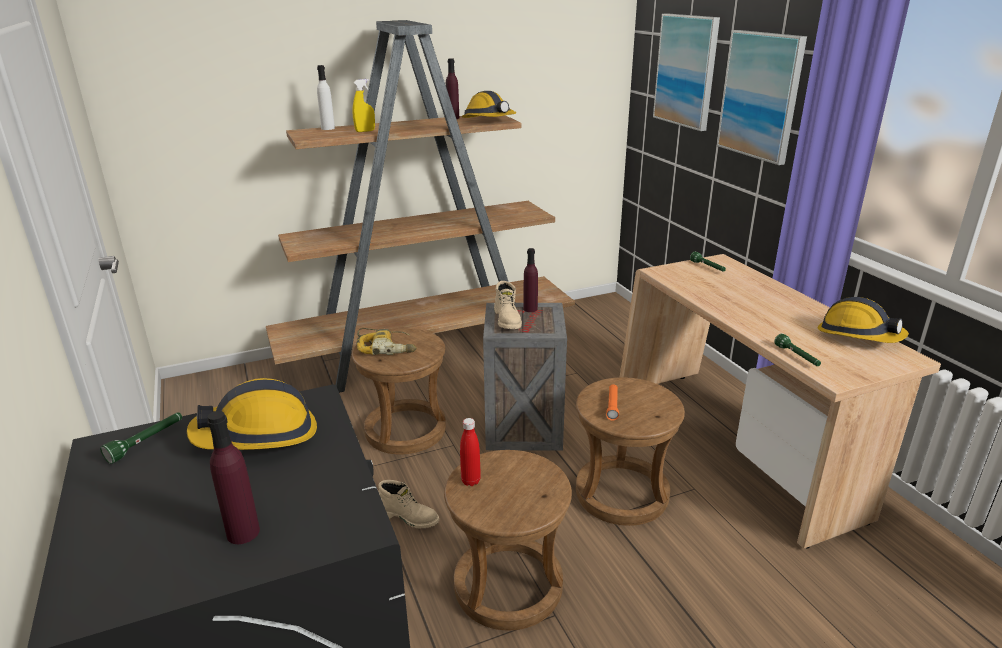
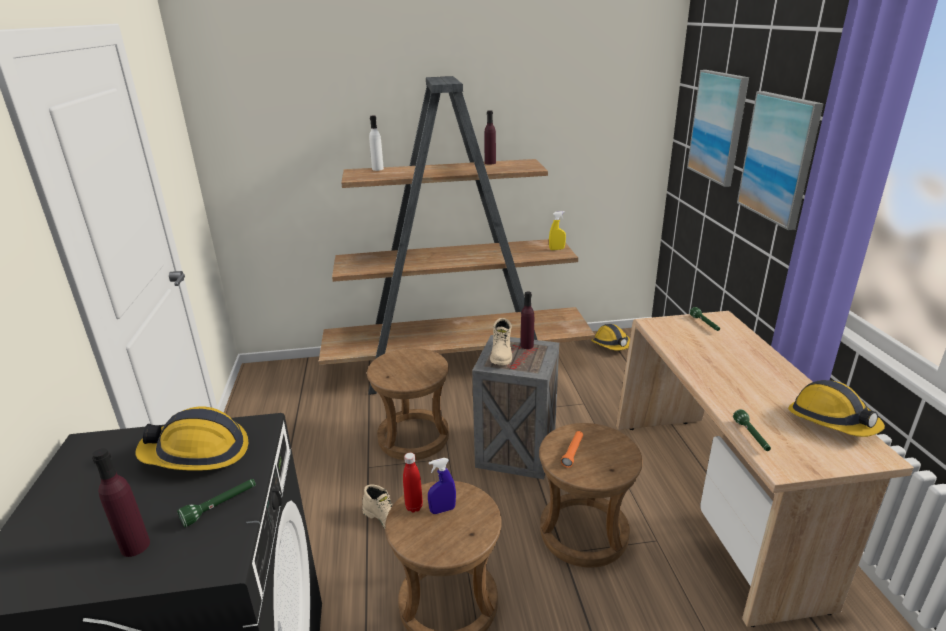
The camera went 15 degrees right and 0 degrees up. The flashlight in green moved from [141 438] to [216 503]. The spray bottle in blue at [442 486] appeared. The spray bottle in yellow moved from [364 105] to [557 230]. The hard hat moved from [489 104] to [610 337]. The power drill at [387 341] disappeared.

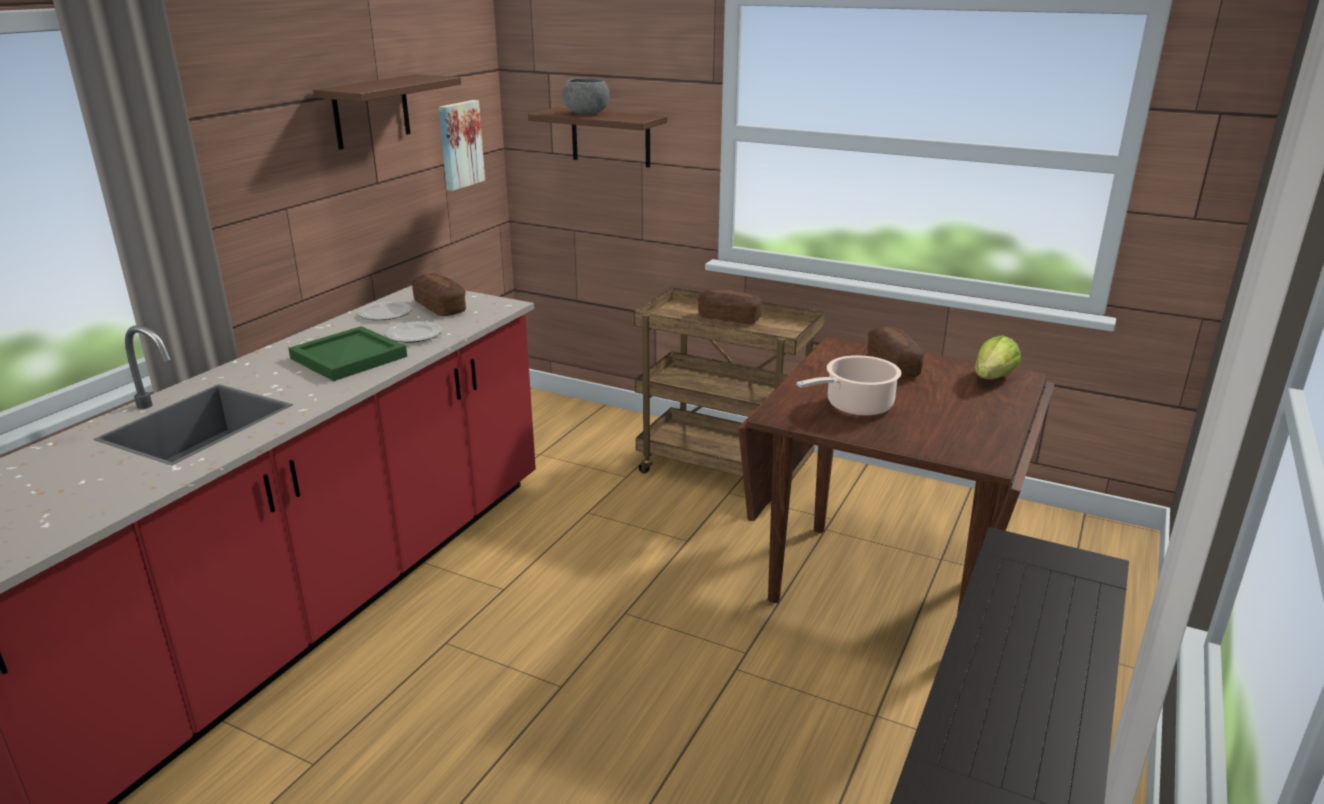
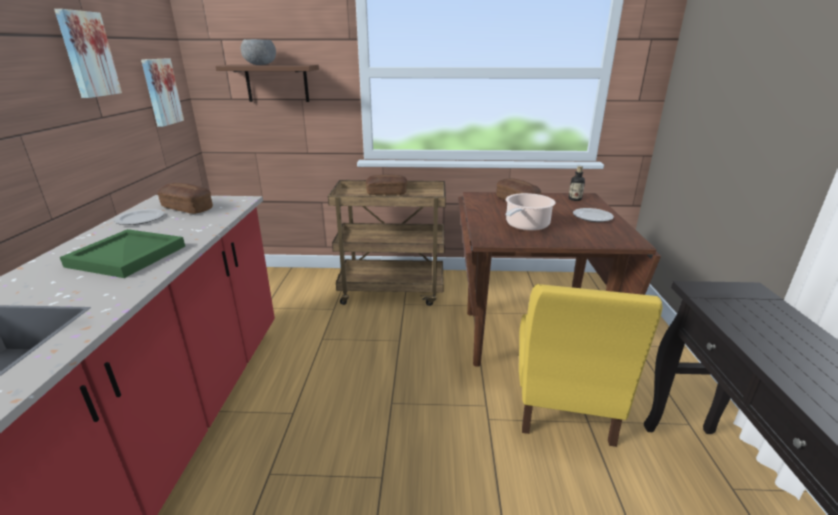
The camera went 25 degrees left and 0 degrees up. The shelf in brown at [387 112] was replaced by the picture at [88 53]. The chair in yellow at [591 365] appeared. The lettuce at [998 357] was replaced by the bottle at [576 183]. The plate moved from [413 332] to [593 215].

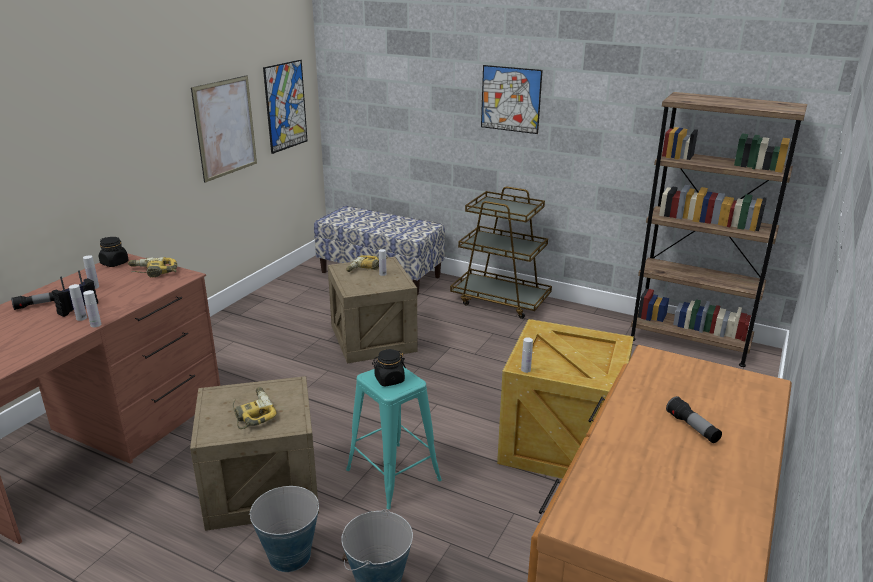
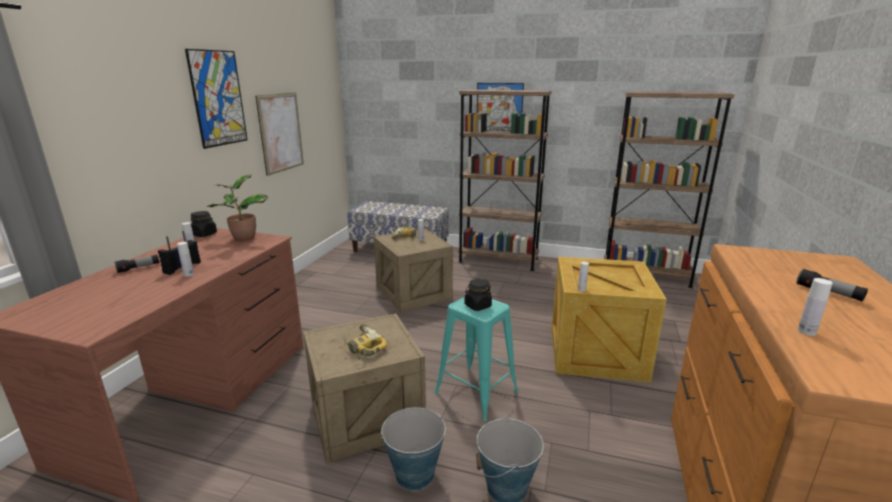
The camera went 10 degrees left and 5 degrees down. The picture moved from [285 107] to [216 99]. The power drill at [152 267] was replaced by the potted plant at [237 208]. The cart in brown at [501 253] was replaced by the bookcase in brown at [505 180]. The bottle in white moved from [92 308] to [815 307].

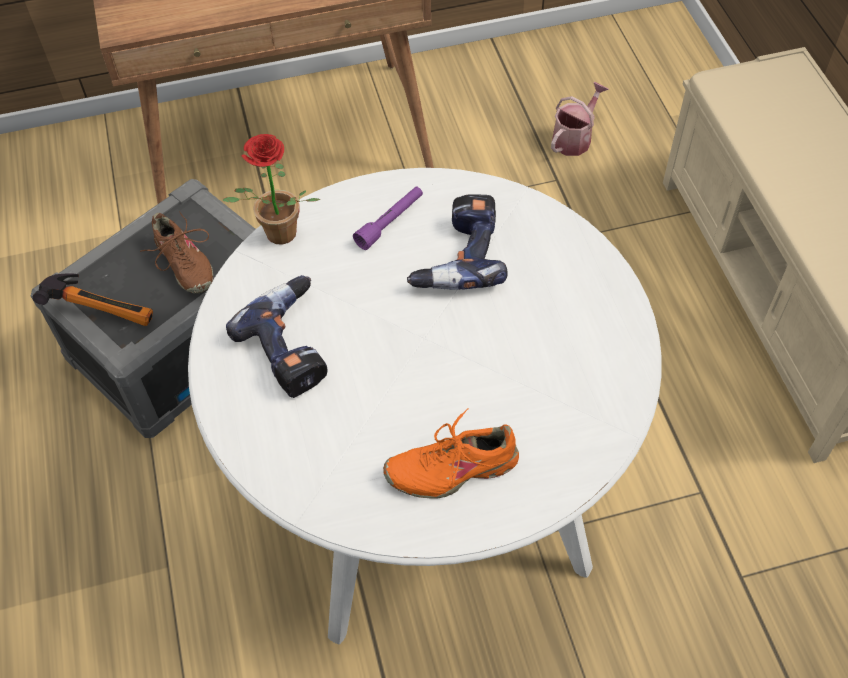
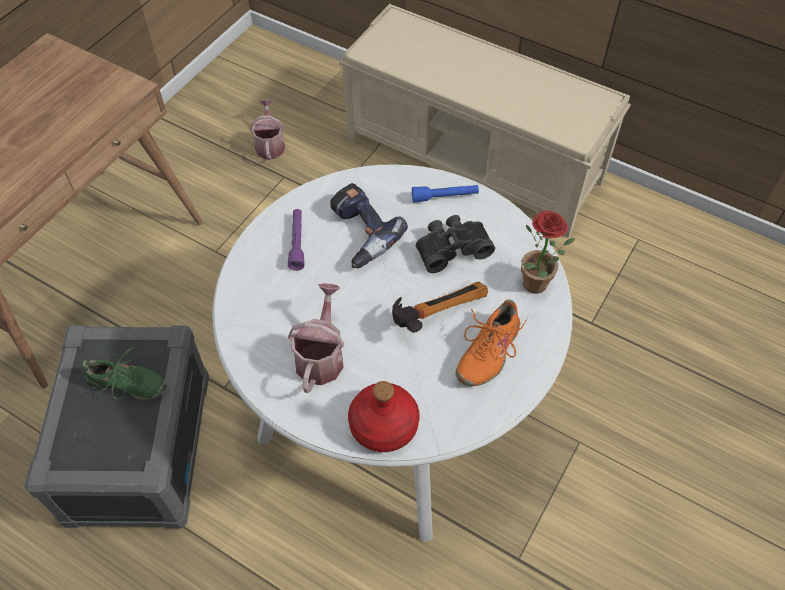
The camera went 45 degrees left and 0 degrees up. The shoe in brown at [176 252] became the shoe in green at [124 373]. The power drill at [277 336] was replaced by the watering can at [316 338]. The bottle in red at [384 416] appeared. The hammer moved from [93 299] to [440 307]. The flashlight in blue at [445 194] appeared. The binoculars in black at [455 244] appeared. The potted plant moved from [271 189] to [548 252].

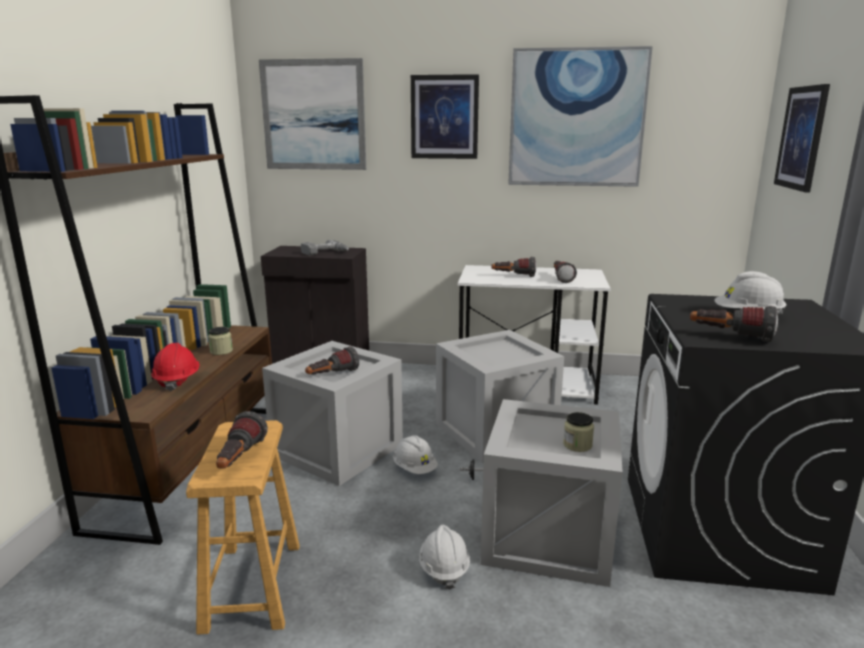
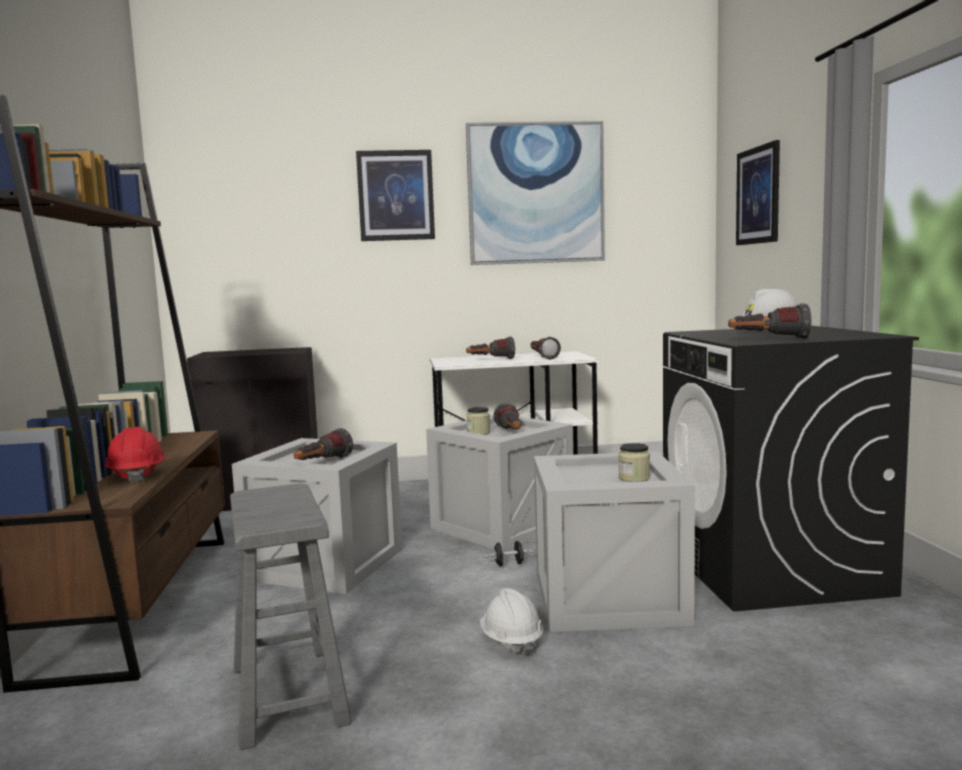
The camera went 15 degrees left and 10 degrees down. The stool in brown at [243 527] became the stool in grey at [291 616]. The jar moved from [220 341] to [478 421]. The flashlight moved from [242 440] to [507 416]. The picture at [312 114] disappeared. The power drill at [325 247] disappeared. The hard hat in white at [415 454] disappeared.

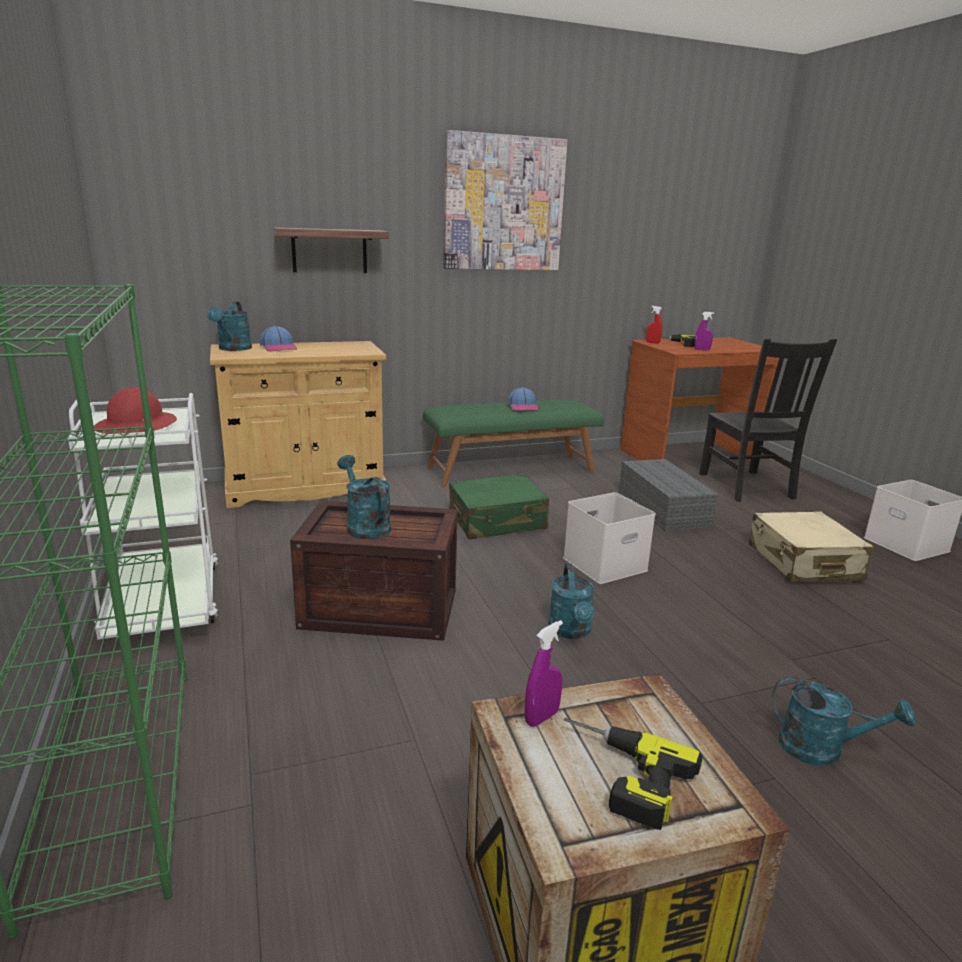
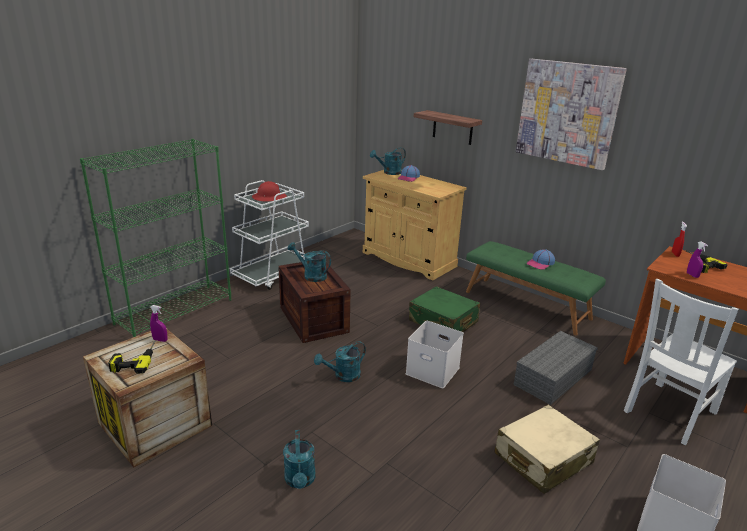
The camera went 60 degrees right and 5 degrees up. The watering can in turquoise at [364 497] turned 90 degrees counterclockwise. The chair in black at [768 420] became the chair in white at [681 362].

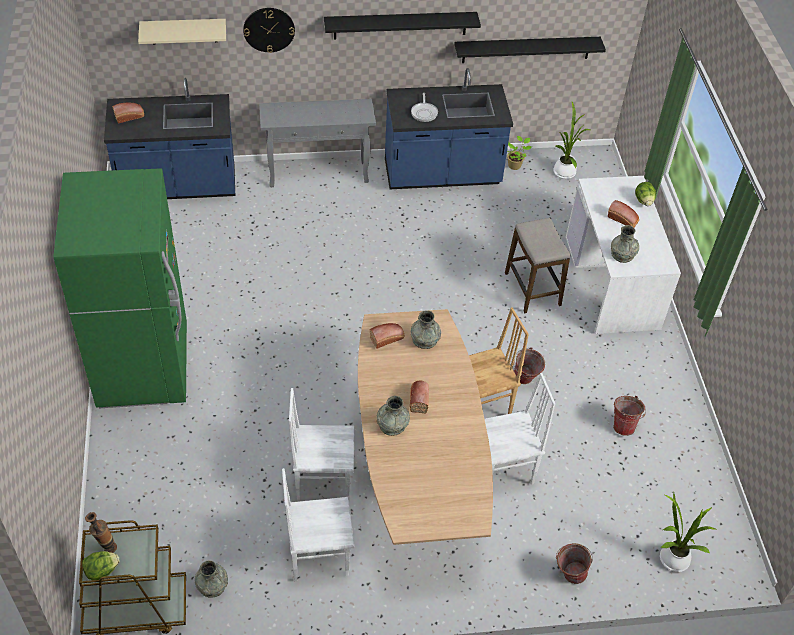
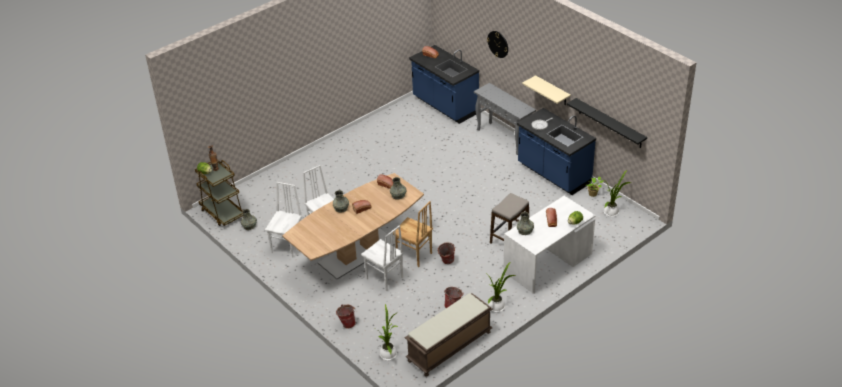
The camera went 60 degrees right and 10 degrees down. The chair in white at [318 524] turned 60 degrees clockwise. The bench in brown at [448 335] appeared. The potted plant at [501 287] appeared. The shelf in beige moved from [182 32] to [546 90]. The fridge in green at [120 288] disappeared. The shelf in black at [402 26] disappeared.

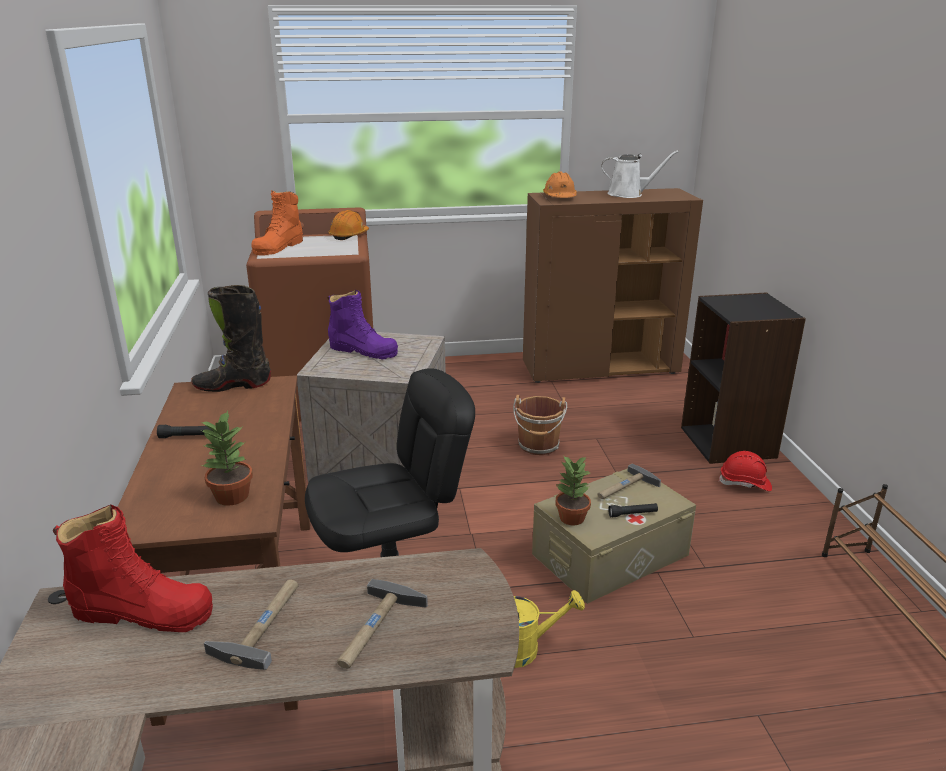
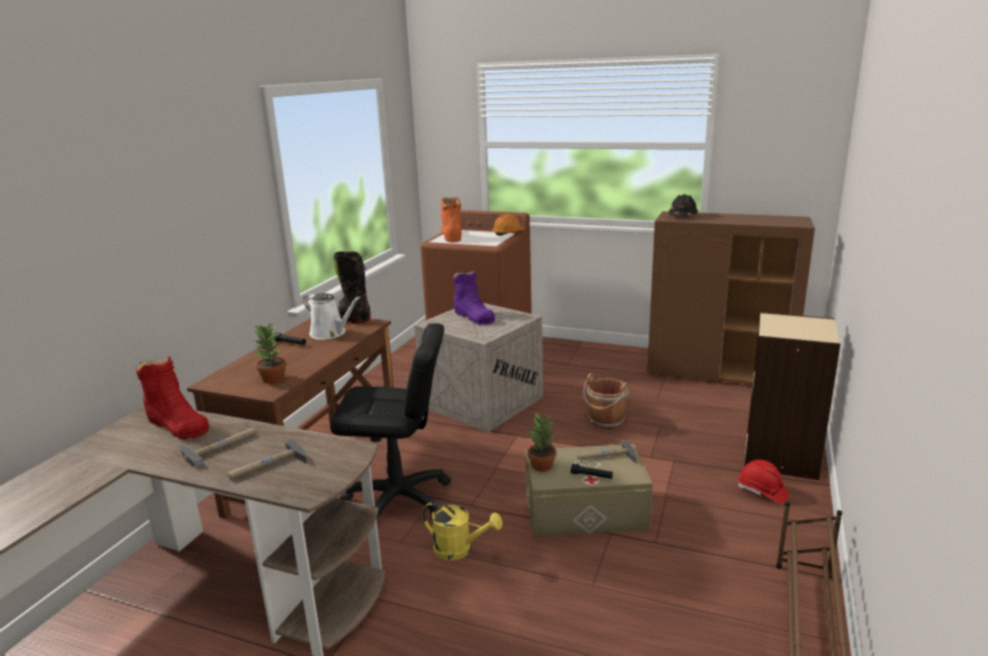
The camera went 30 degrees right and 5 degrees down. The watering can in white moved from [640 174] to [332 316]. The boot in orange at [277 222] turned 120 degrees clockwise. The hard hat in orange at [560 185] became the hard hat in black at [683 205]. The bookcase in black at [743 378] became the bookcase in beige at [792 396].

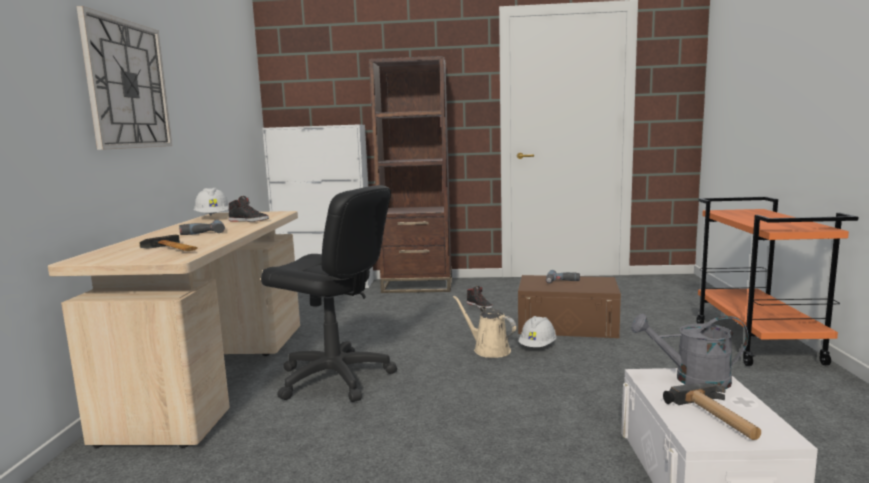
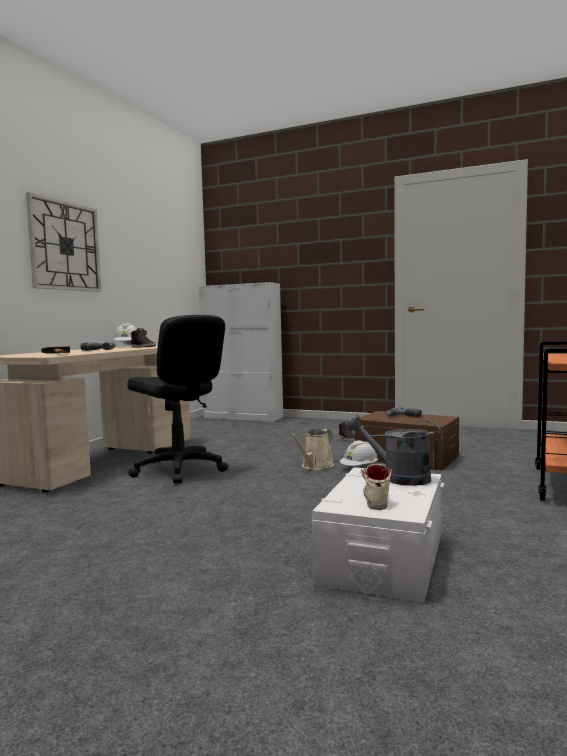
The camera went 20 degrees right and 5 degrees down. The watering can in beige at [484 326] turned 120 degrees counterclockwise. The hammer at [712 411] was replaced by the shoe in beige at [376 487]. The bookcase in brown at [410 174] disappeared.

